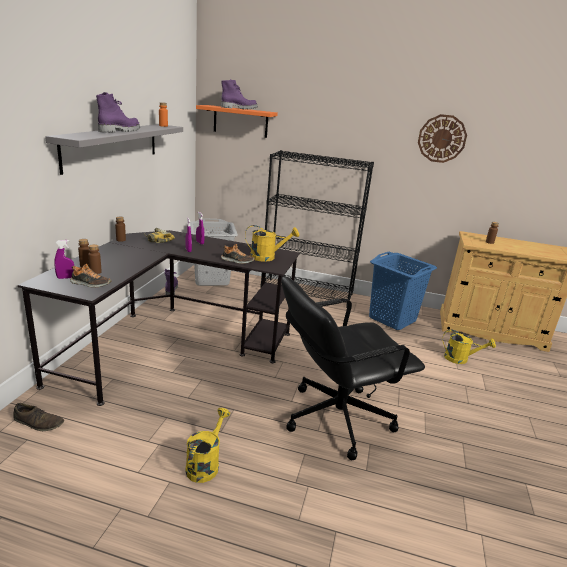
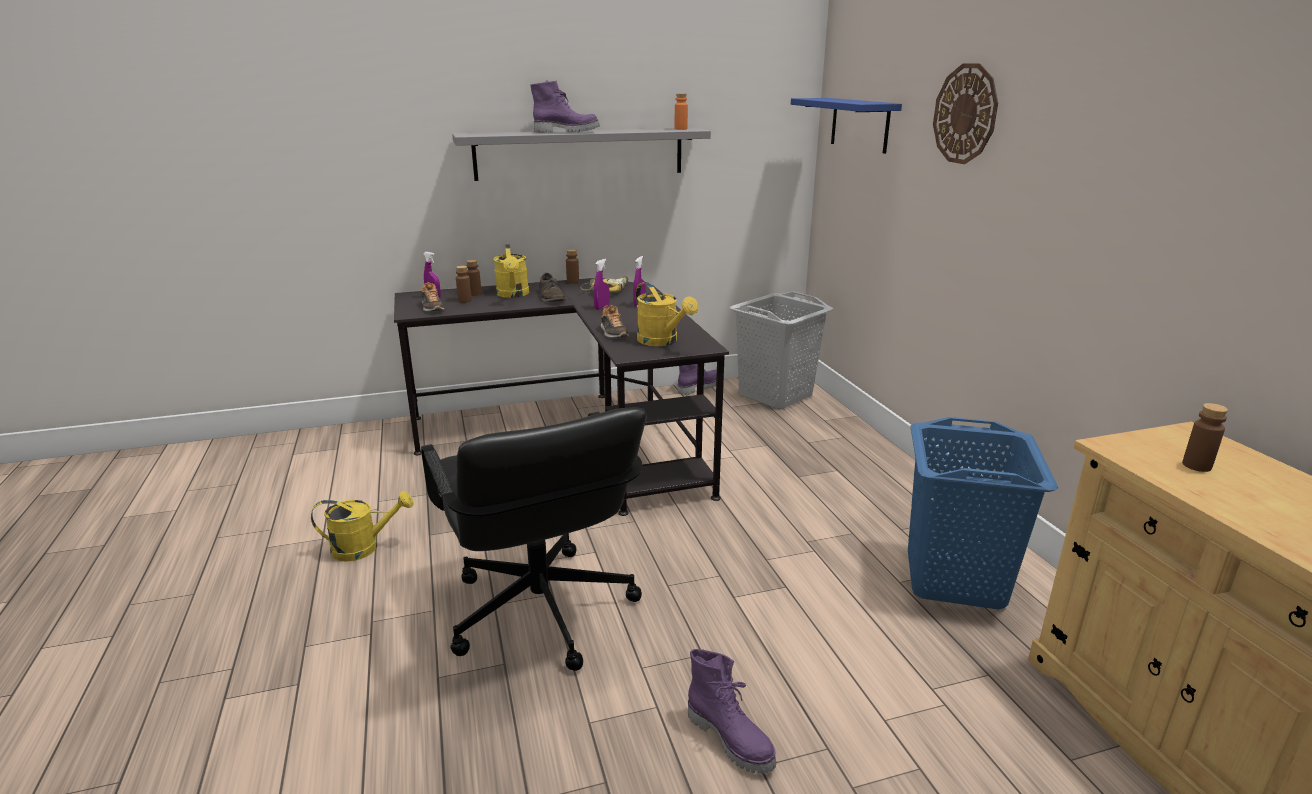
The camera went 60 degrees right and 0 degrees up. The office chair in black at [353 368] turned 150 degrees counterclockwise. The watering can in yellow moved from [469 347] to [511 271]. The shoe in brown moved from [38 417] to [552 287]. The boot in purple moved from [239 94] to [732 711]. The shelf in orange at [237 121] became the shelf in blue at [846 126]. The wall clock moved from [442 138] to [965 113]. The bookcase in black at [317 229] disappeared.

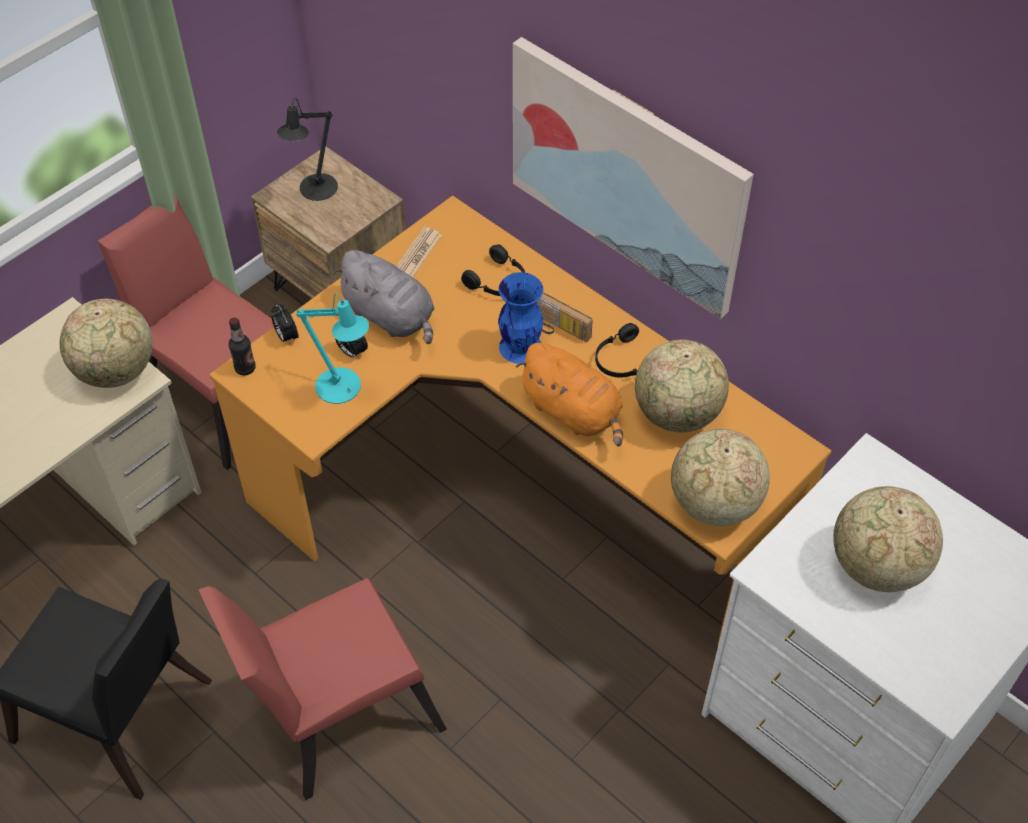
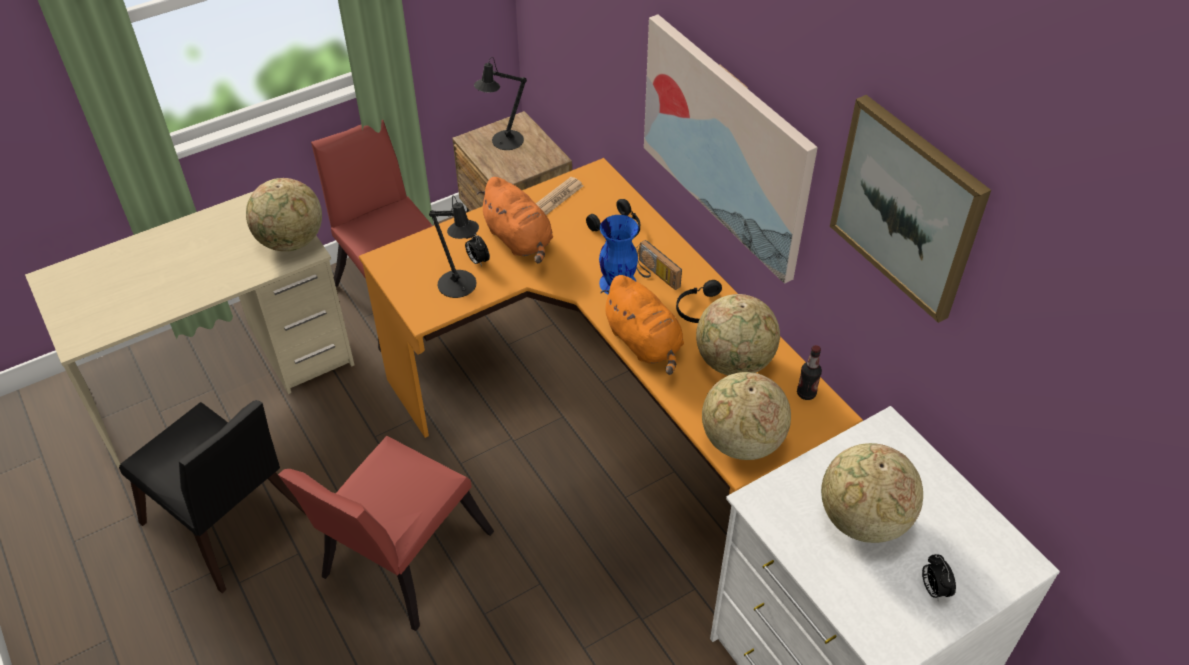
The camera went 15 degrees right and 5 degrees down. The chair in red at [323 689] turned 45 degrees counterclockwise. The table lamp in turquoise at [332 348] became the table lamp in black at [454 246]. The plush toy in grey at [384 297] became the plush toy in orange at [515 220]. The bottle moved from [242 346] to [809 372]. The picture at [910 209] appeared. The alarm clock moved from [284 324] to [939 577].

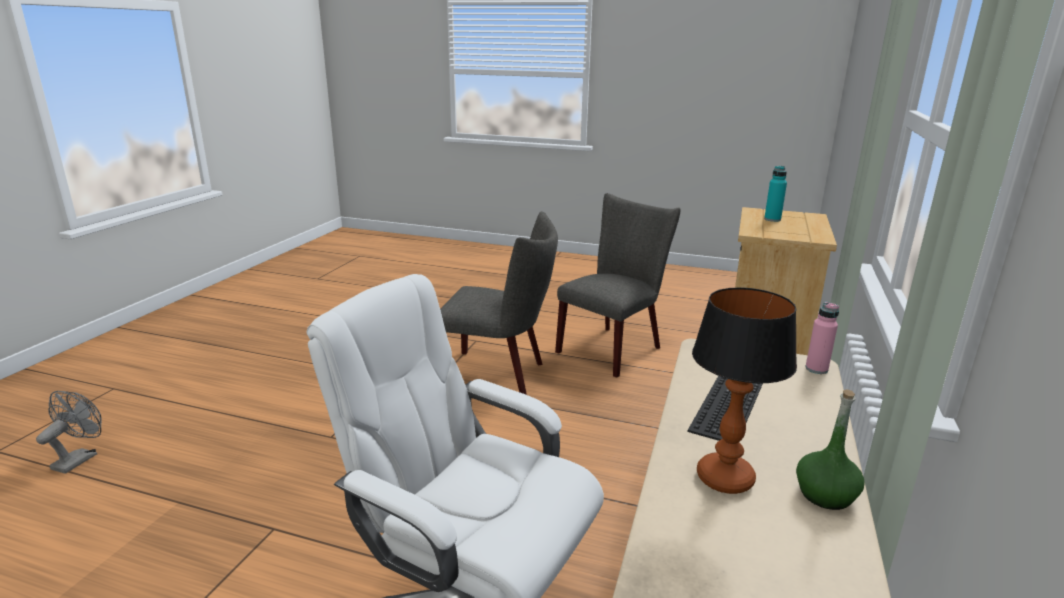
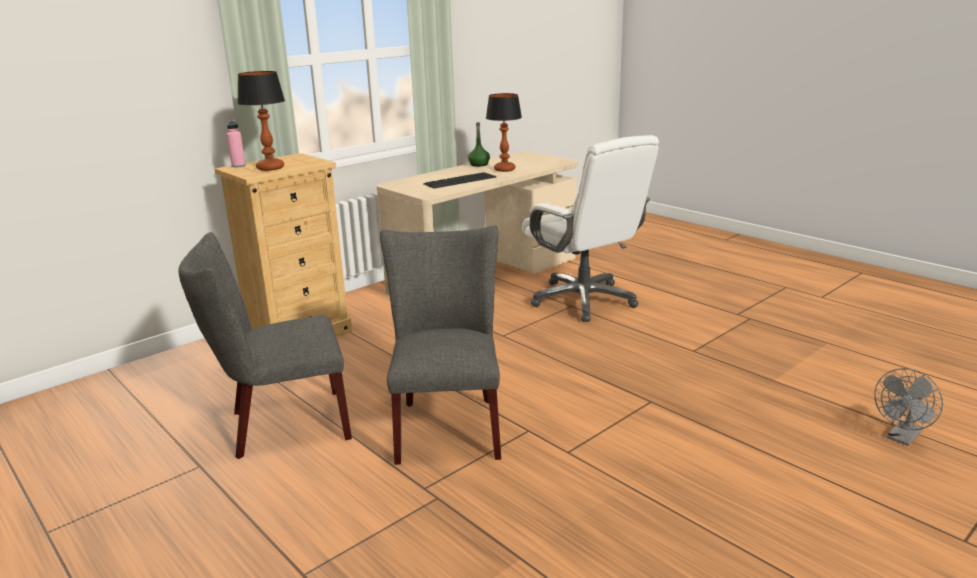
The camera went 150 degrees left and 0 degrees up. The bottle in pink moved from [822 338] to [236 143]. The bottle in turquoise at [775 194] was replaced by the table lamp at [261 121]. The chair in grey at [499 303] turned 45 degrees clockwise.

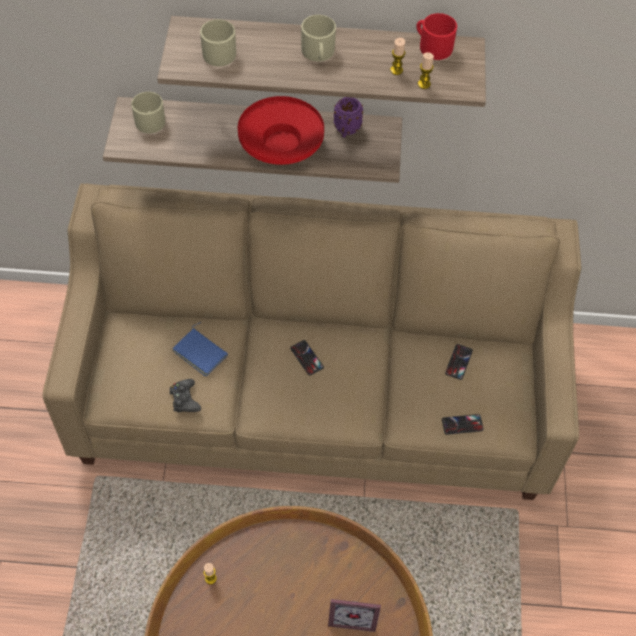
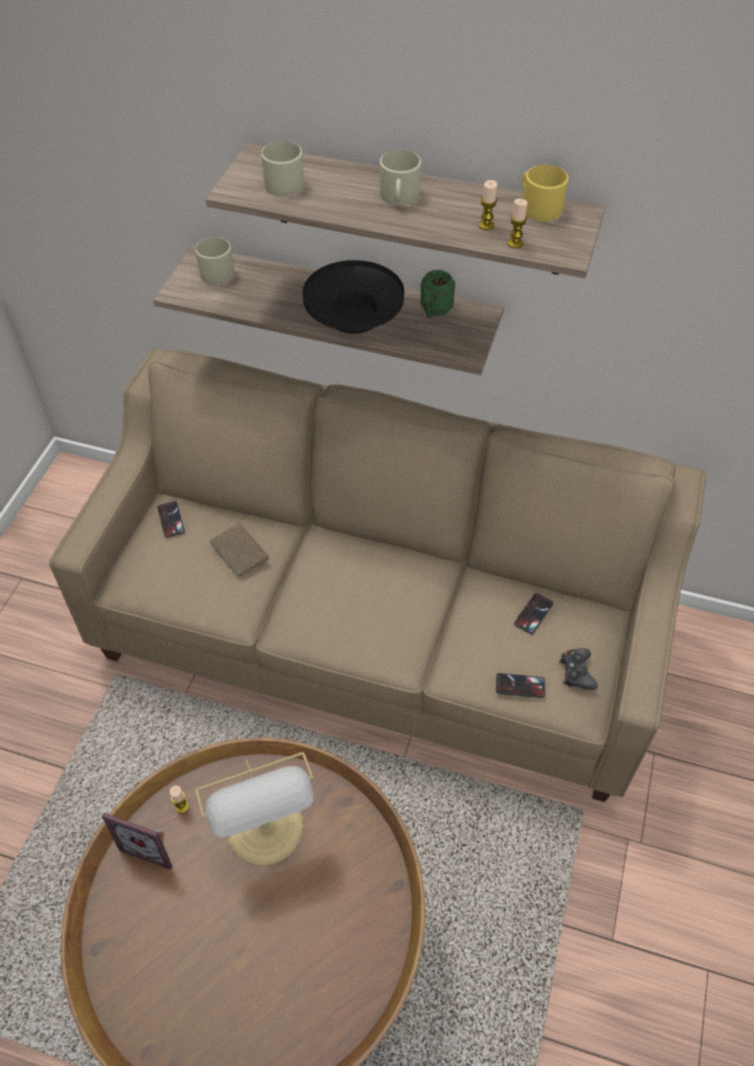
The camera went 15 degrees right and 5 degrees down. The picture frame moved from [354 615] to [137 841]. The phone moved from [307 357] to [171 519]. The table lamp at [254 809] appeared. The book in blue at [200 349] became the book in brown at [239 547]. The bowl in red at [281 130] became the bowl in black at [353 297]. The mug in purple at [348 117] became the mug in green at [437 294]. The mug in red at [436 36] became the mug in yellow at [545 193]. The game controller in black moved from [185 395] to [578 669].

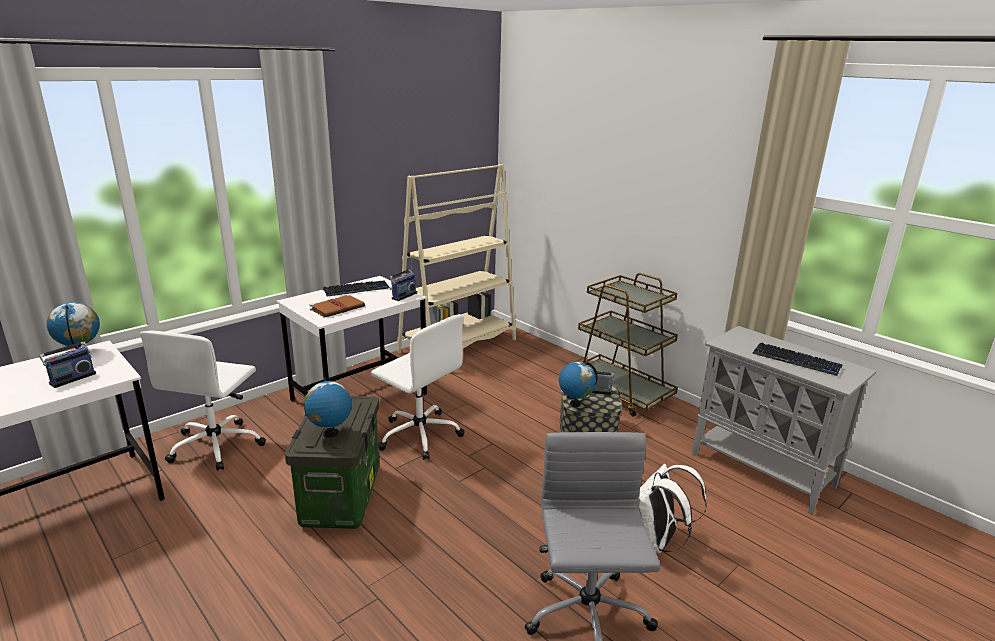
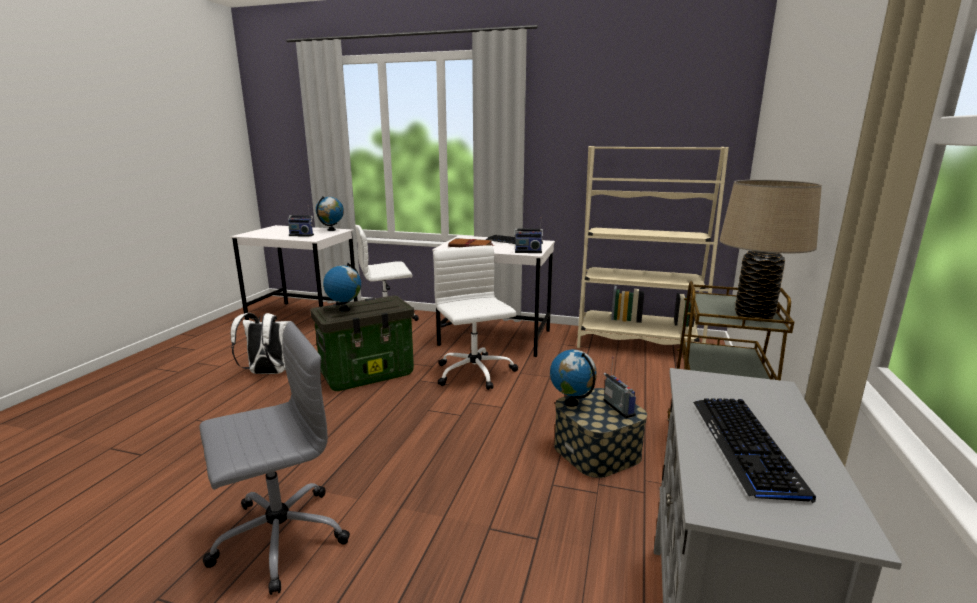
The camera went 60 degrees right and 5 degrees down. The backpack in white moved from [673 508] to [260 343]. The office chair in white at [418 387] turned 150 degrees clockwise. The table lamp in beige at [770 251] appeared.

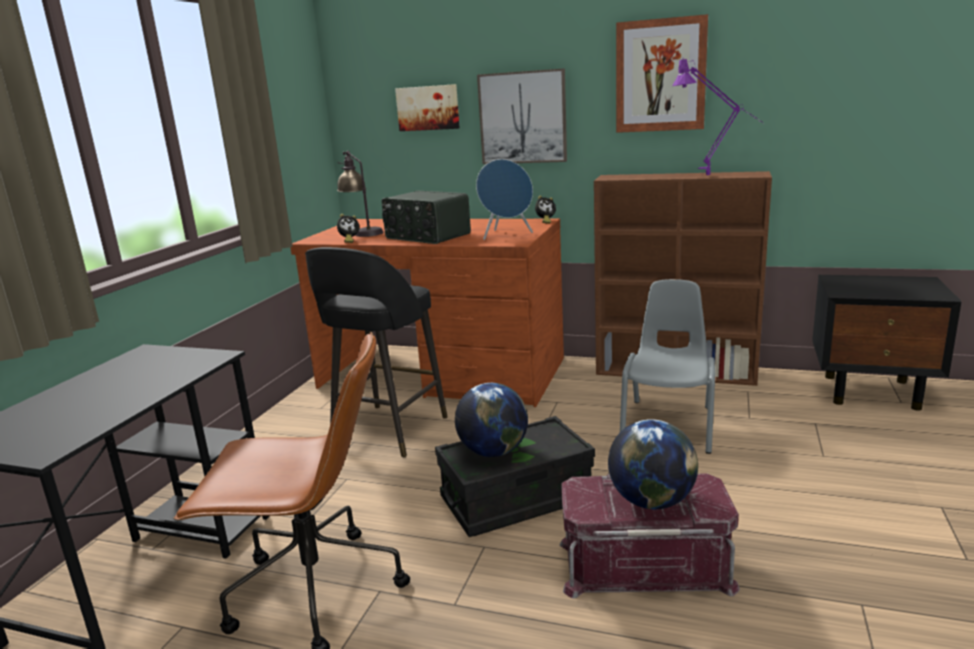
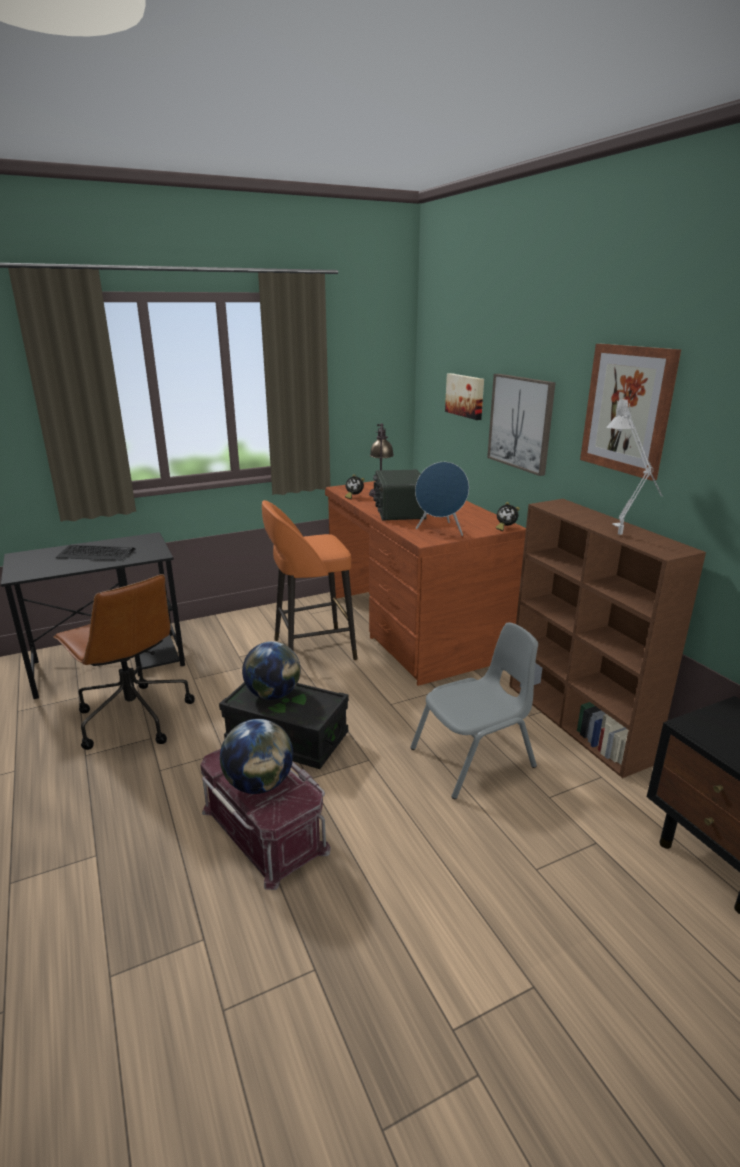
The camera went 45 degrees right and 5 degrees up. The keyboard at [95 553] appeared. The stool in black at [376 352] became the stool in orange at [310 580]. The table lamp in purple at [718 117] became the table lamp in grey at [634 466].

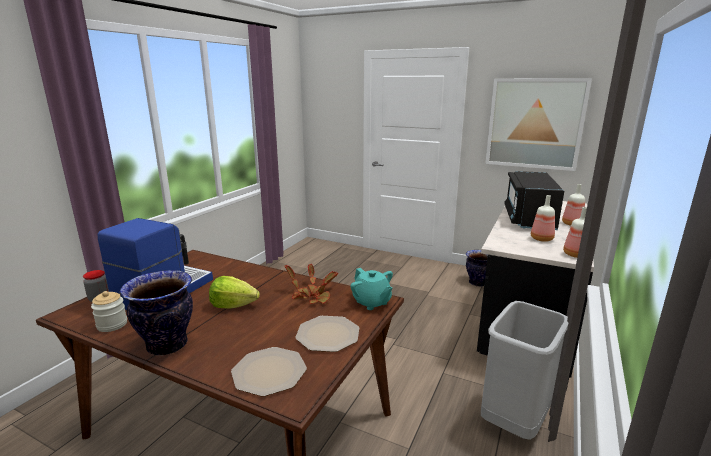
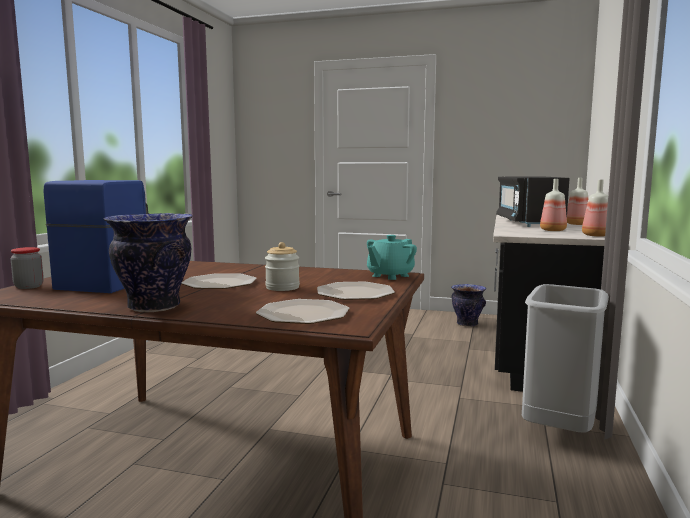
The camera went 10 degrees left and 10 degrees down. The lettuce at [234 292] was replaced by the plate at [219 281]. The jar moved from [109 311] to [282 266]. The teapot in turquoise at [372 289] turned 90 degrees clockwise. The potted plant at [311 284] disappeared. The picture at [538 124] disappeared.

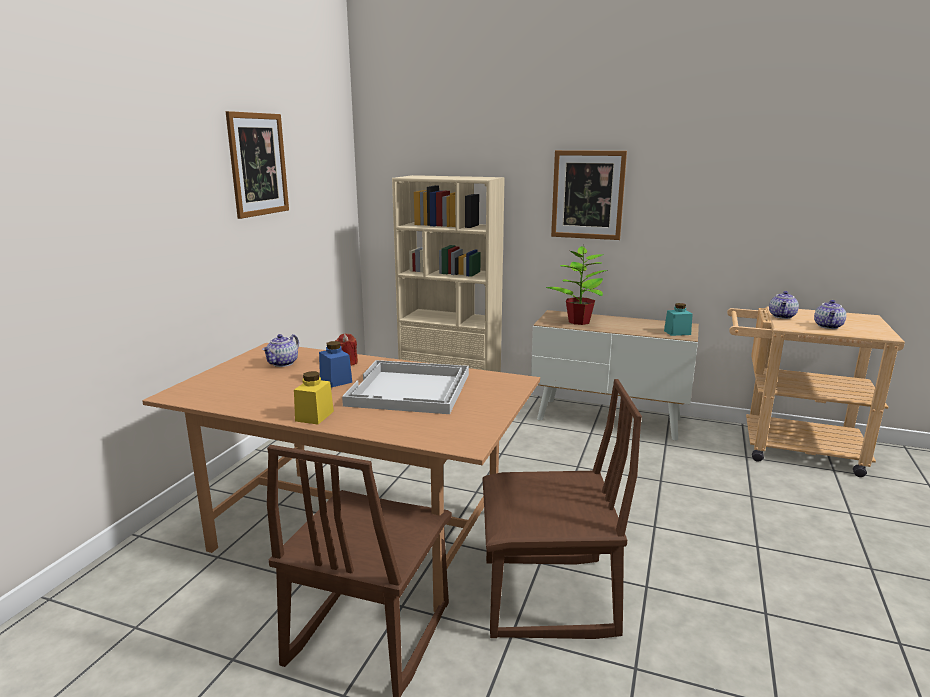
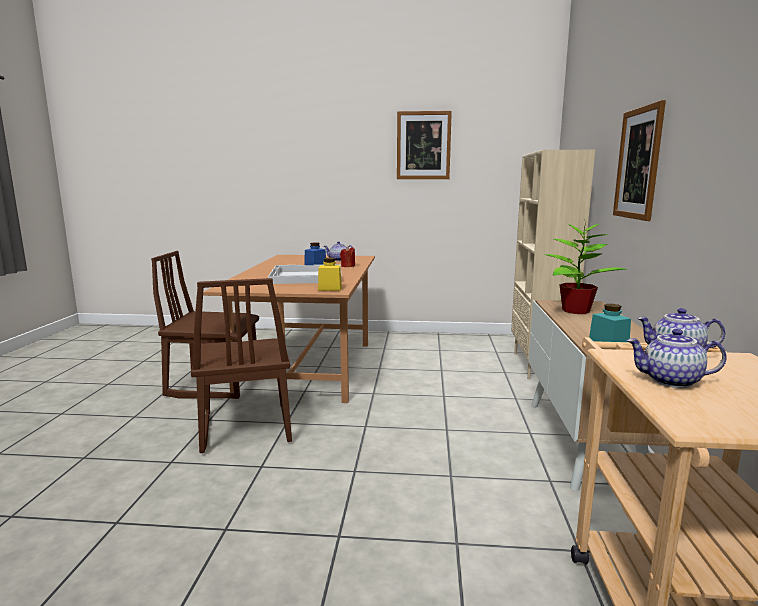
The camera went 75 degrees right and 5 degrees down. The jar in yellow moved from [314 398] to [330 274].

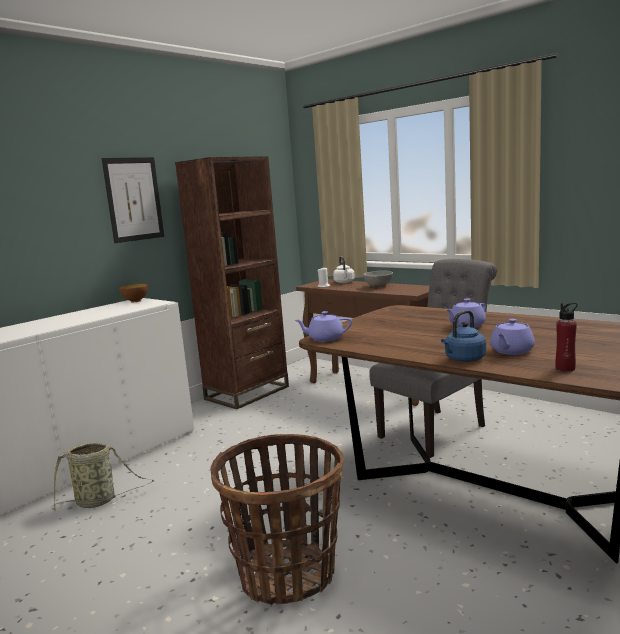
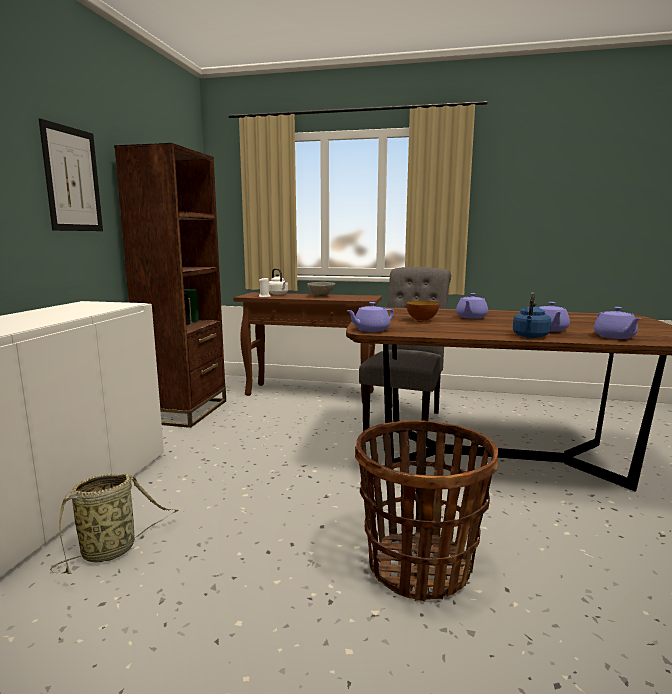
The camera went 30 degrees left and 0 degrees up. The bowl moved from [133 293] to [423 311]. The bottle in red at [566 337] was replaced by the teapot in purple at [617 323].

